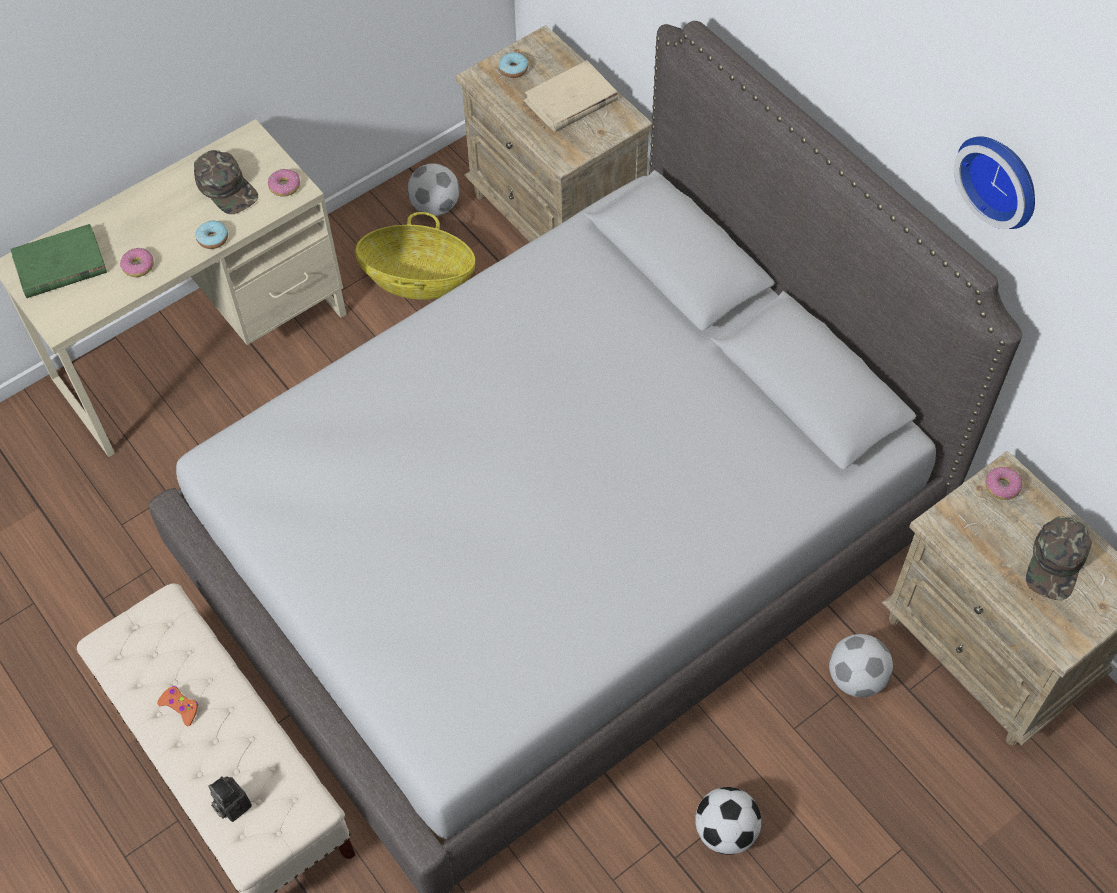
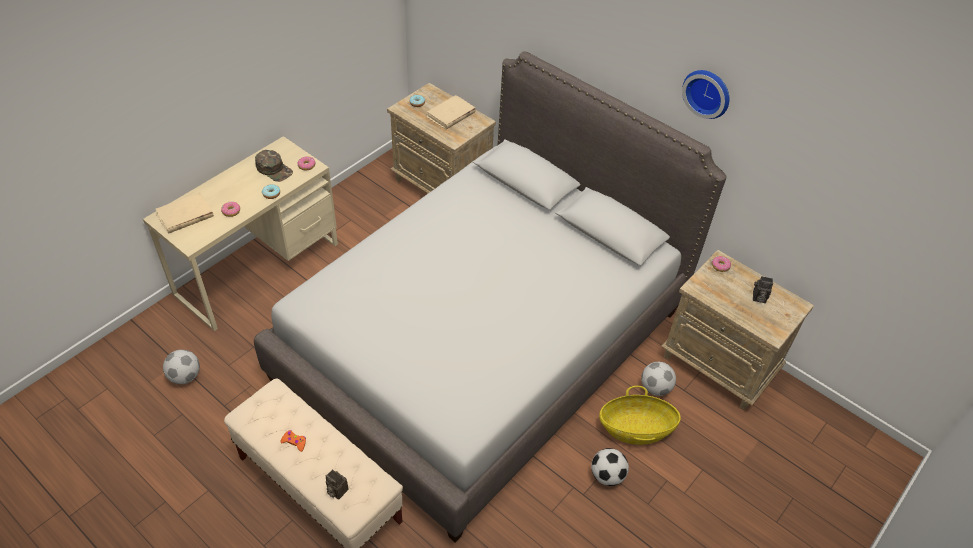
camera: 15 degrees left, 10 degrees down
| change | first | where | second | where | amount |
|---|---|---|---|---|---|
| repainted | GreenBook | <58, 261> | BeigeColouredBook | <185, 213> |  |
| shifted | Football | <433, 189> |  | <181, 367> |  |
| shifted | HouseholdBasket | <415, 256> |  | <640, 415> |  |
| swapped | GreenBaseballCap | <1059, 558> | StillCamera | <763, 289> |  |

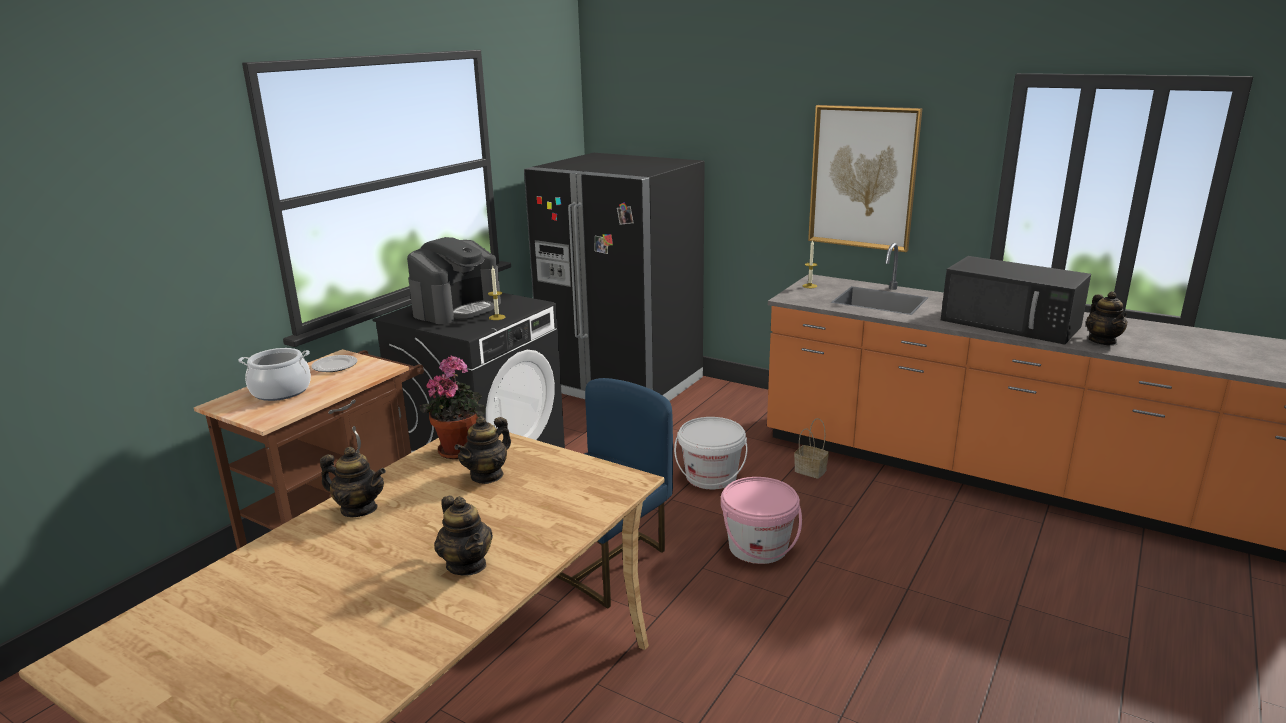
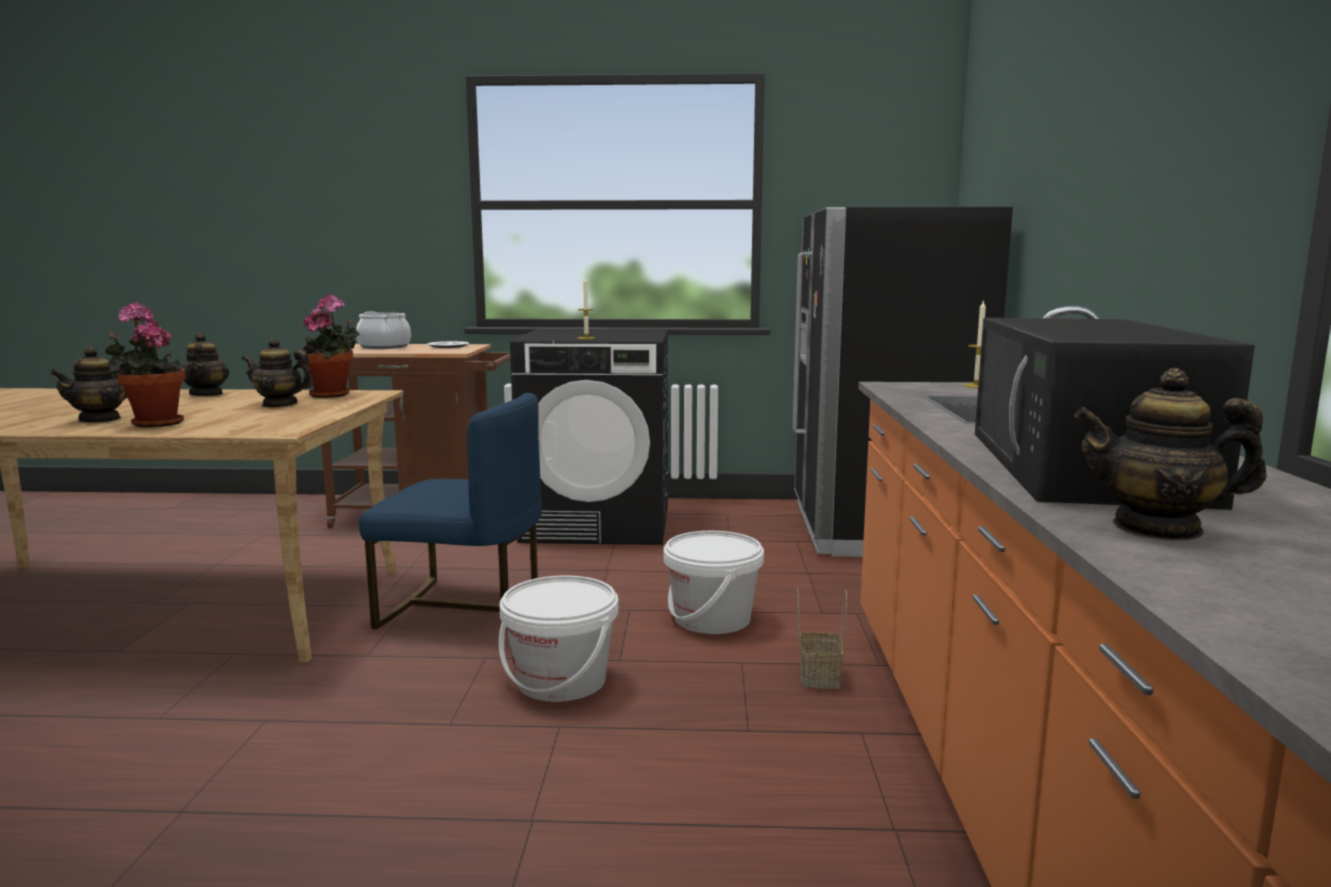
camera: 60 degrees right, 10 degrees down
| change | first | where | second | where | amount |
|---|---|---|---|---|---|
| new |  |  | PlantInAPot | <145, 364> |  |
| repainted | PinkishPail | <761, 520> | WhitishPail | <559, 639> |  |
| rotated | Teapot | <1107, 318> |  | <1170, 454> | 45 degrees clockwise |
| gone | CoffeeBrewer | <454, 280> |  |  |  |
| gone | WallArt | <865, 178> |  |  |  |

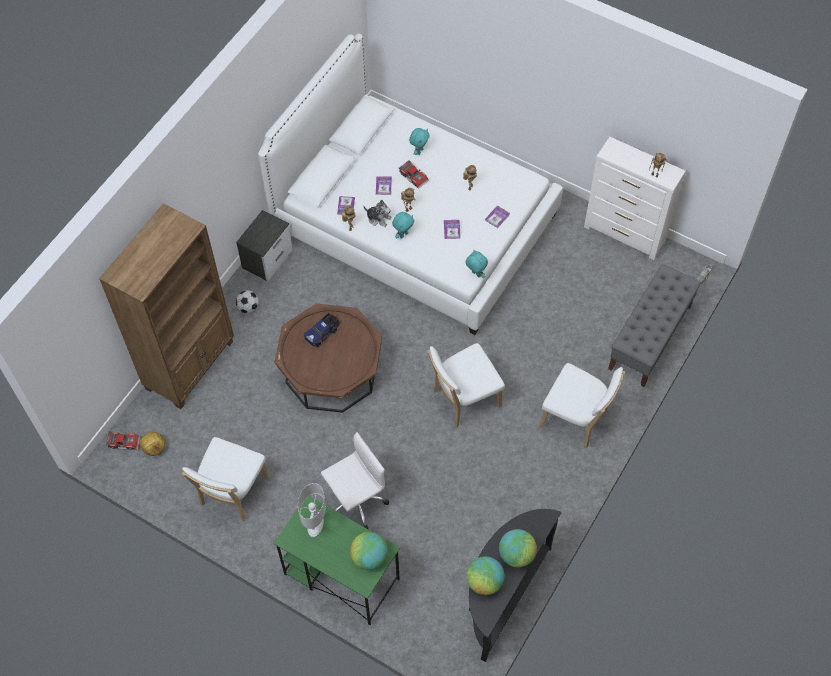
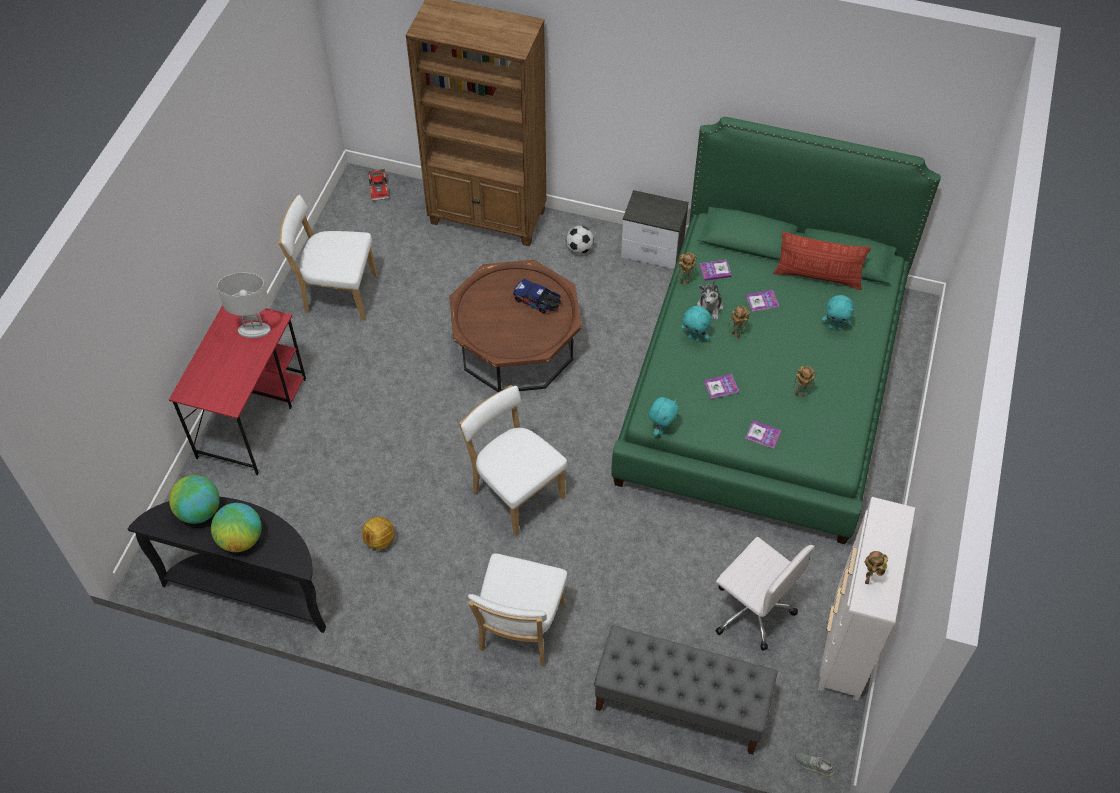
camera: 75 degrees right, 5 degrees down
| change | first | where | second | where | amount |
|---|---|---|---|---|---|
| repainted | GreenDeskTable | <336, 560> | RedColouredDeskTable | <237, 390> |  |
| shifted | Football | <153, 444> |  | <378, 533> |  |
| repainted | WhitishBed | <410, 184> | GreenBed | <776, 330> |  |
| shifted | WhitishOfficeChair | <355, 481> |  | <765, 594> |  |
| new |  |  | ThrowPillow | <822, 261> |  |
| gone | WorldGlobe | <369, 551> |  |  |  |
| gone | ModelCar | <414, 174> |  |  |  |

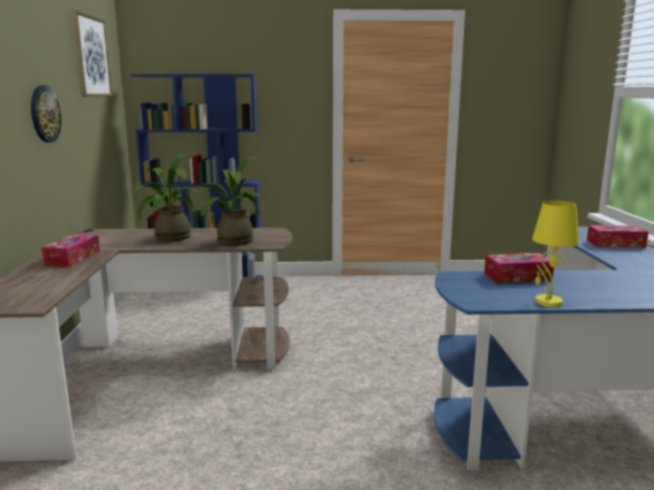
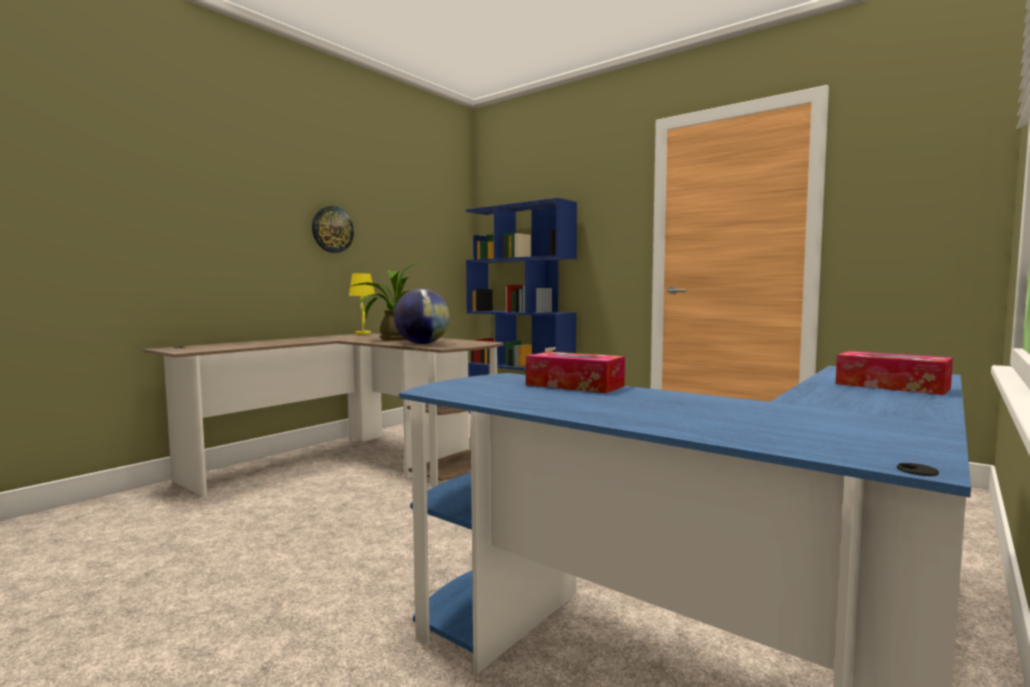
camera: 40 degrees right, 10 degrees down
| change | first | where | second | where | amount |
|---|---|---|---|---|---|
| shifted | YellowishLampForATable | <555, 253> |  | <362, 303> |  |
| swapped | PlantInAPot | <223, 201> | WorldGlobe | <422, 316> |  |
| gone | BoxOfTissues | <70, 250> |  |  |  |
| gone | WallArt | <92, 53> |  |  |  |

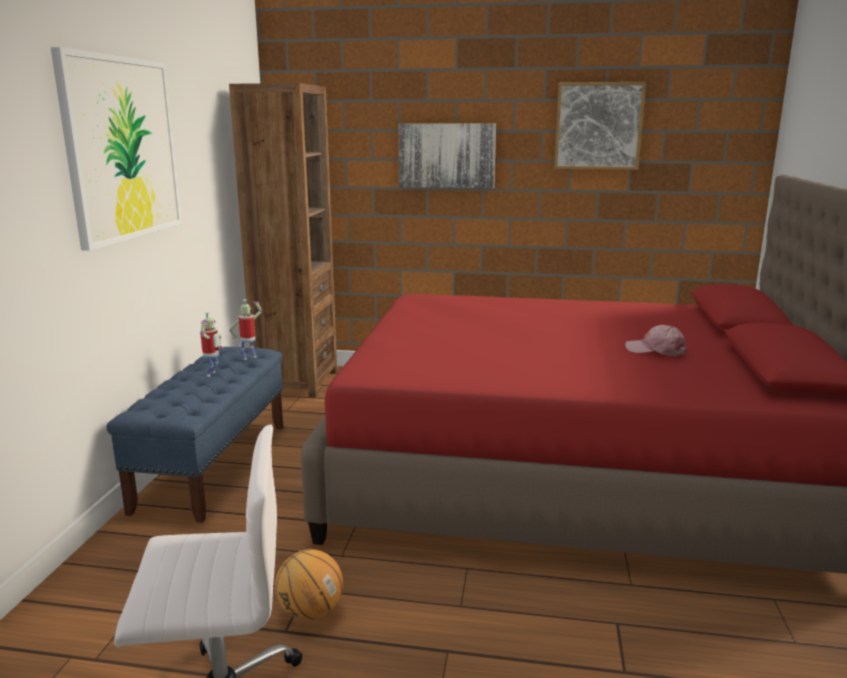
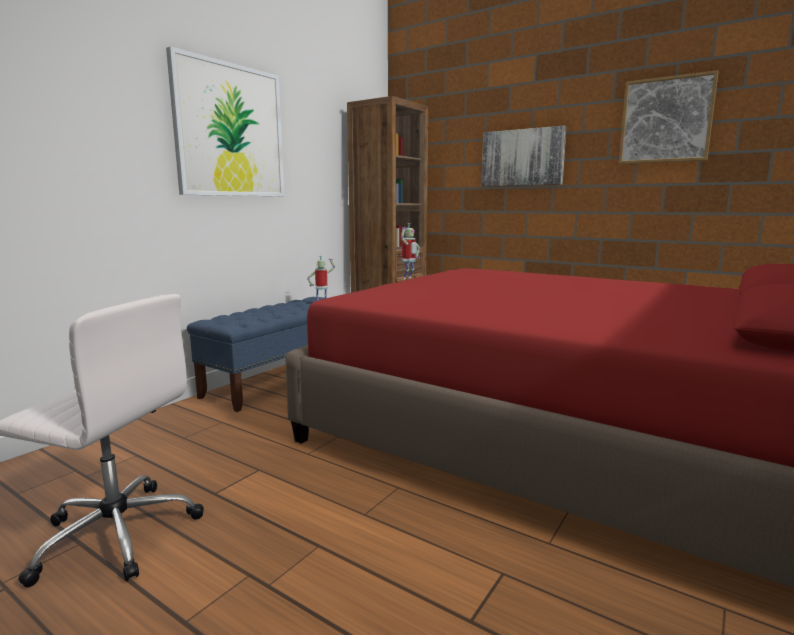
camera: 25 degrees right, 5 degrees down
| change | first | where | second | where | amount |
|---|---|---|---|---|---|
| shifted | RobotFigure | <212, 344> |  | <410, 251> |  |
| gone | BasketballBall | <309, 584> |  |  |  |
| gone | PinkishBaseballCap | <656, 340> |  |  |  |

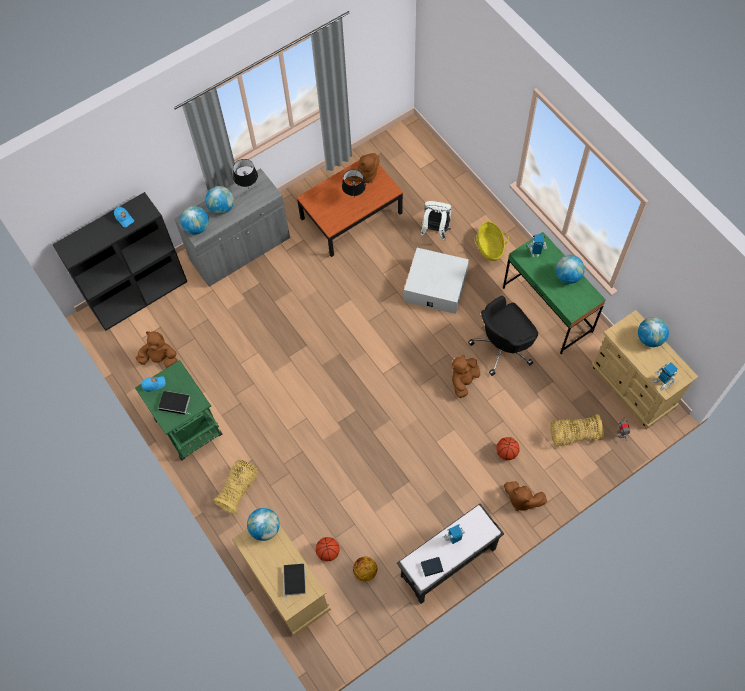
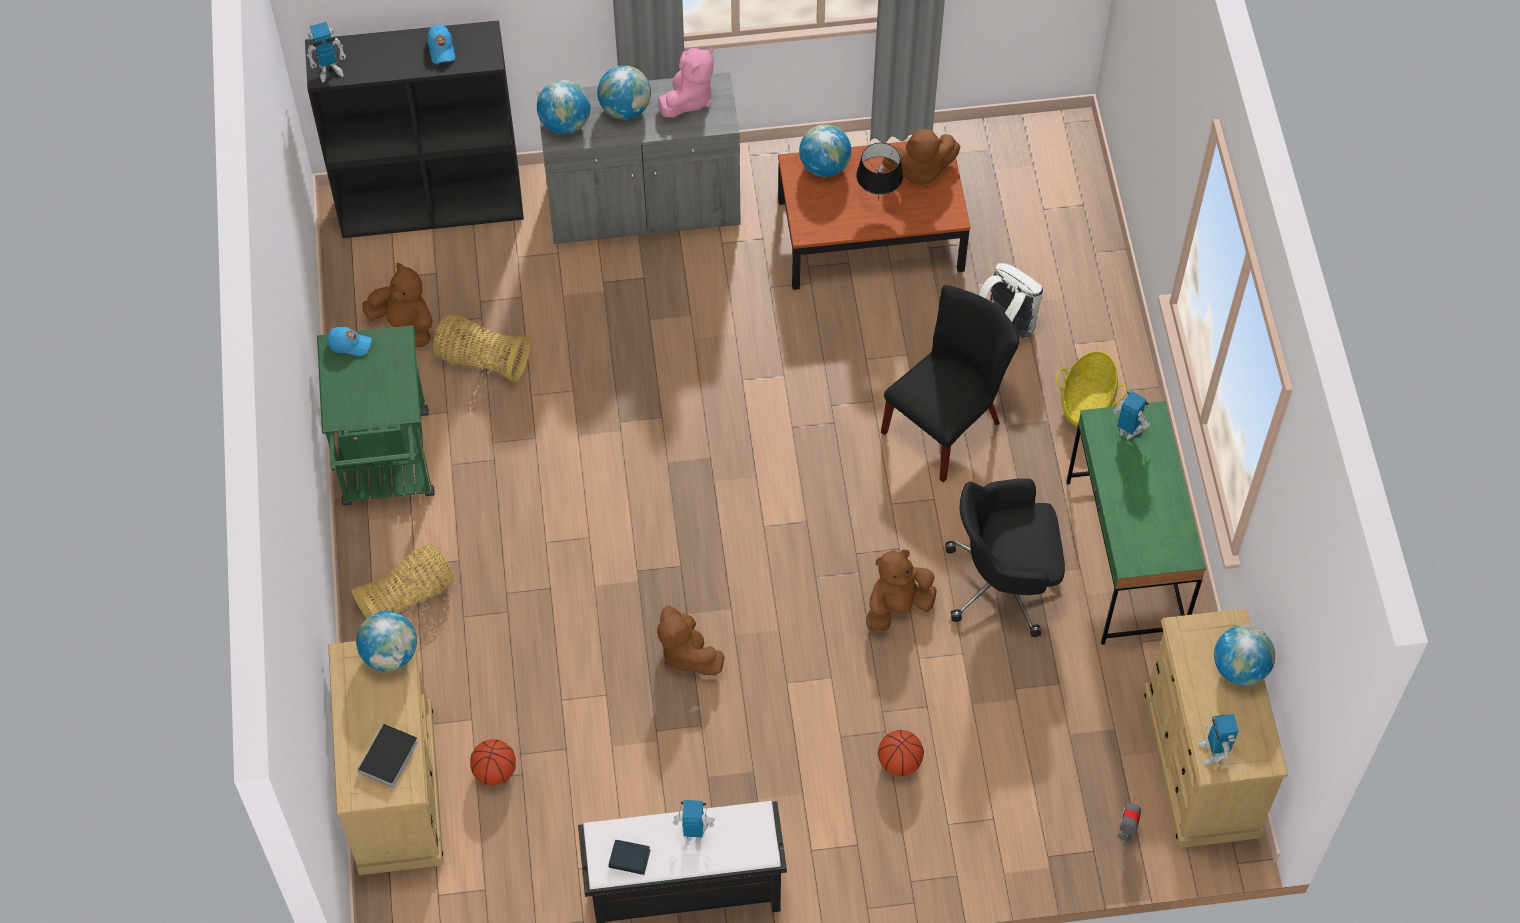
camera: 25 degrees right, 5 degrees down
| change | first | where | second | where | amount |
|---|---|---|---|---|---|
| new |  |  | RobotFigure | <326, 52> |  |
| shifted | HouseholdBasket | <577, 430> |  | <481, 349> |  |
| shifted | BrownPlushToy | <525, 496> |  | <691, 640> |  |
| swapped | BlackLampForATable | <245, 174> | PinkishPlushToy | <686, 82> |  |
| shifted | WorldGlobe | <570, 269> |  | <825, 150> |  |
| swapped | WhitishStorageBox | <436, 281> | BlackUprightChair | <950, 383> |  |
| gone | Book | <174, 403> |  |  |  |
| gone | BasketballBall | <365, 569> |  |  |  |

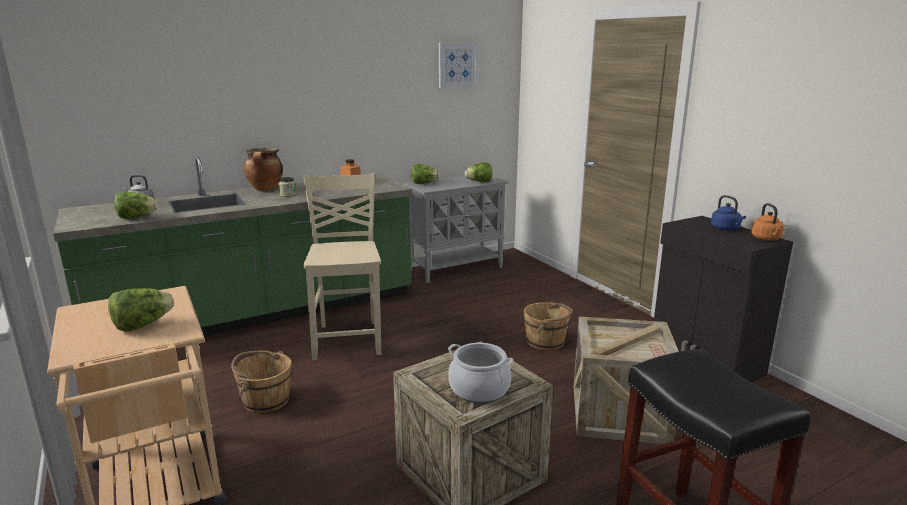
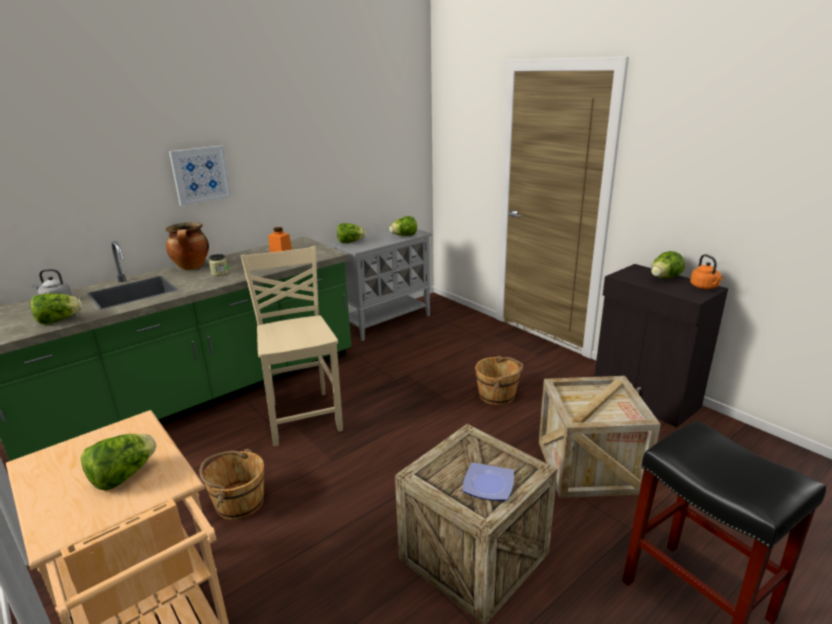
camera: 10 degrees left, 5 degrees up
| change | first | where | second | where | amount |
|---|---|---|---|---|---|
| shifted | WallArt | <458, 65> |  | <200, 175> |  |
| swapped | CookingPot | <481, 373> | DinnerPlate | <488, 481> |  |
| swapped | BlueColouredWaterKettle | <728, 212> | LettuceHead | <668, 265> |  |

